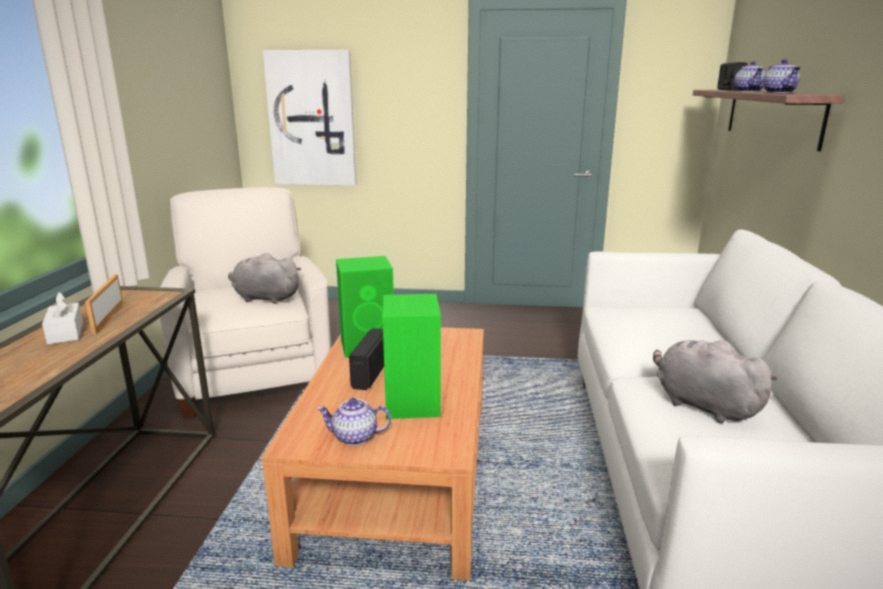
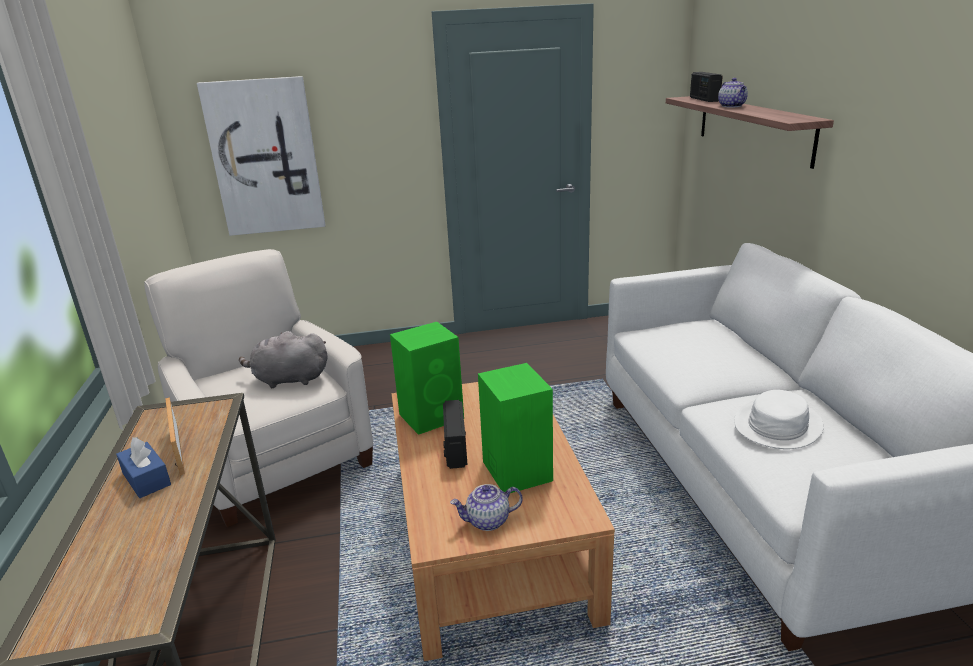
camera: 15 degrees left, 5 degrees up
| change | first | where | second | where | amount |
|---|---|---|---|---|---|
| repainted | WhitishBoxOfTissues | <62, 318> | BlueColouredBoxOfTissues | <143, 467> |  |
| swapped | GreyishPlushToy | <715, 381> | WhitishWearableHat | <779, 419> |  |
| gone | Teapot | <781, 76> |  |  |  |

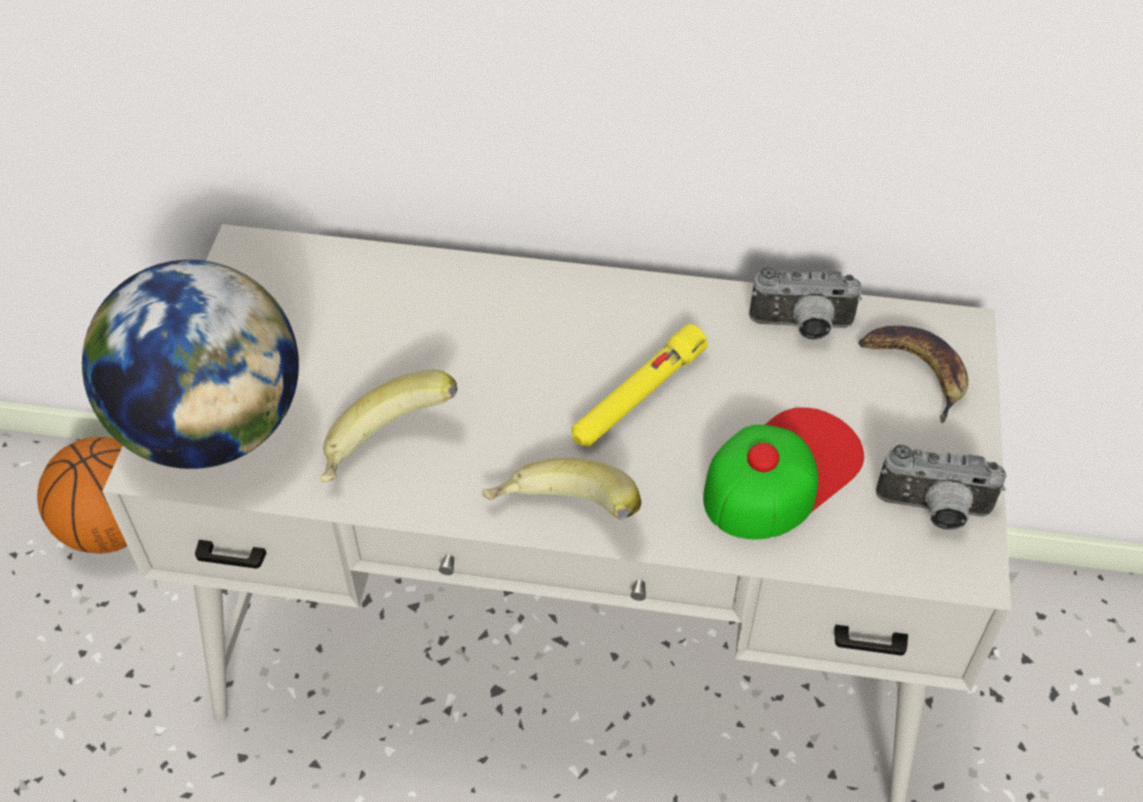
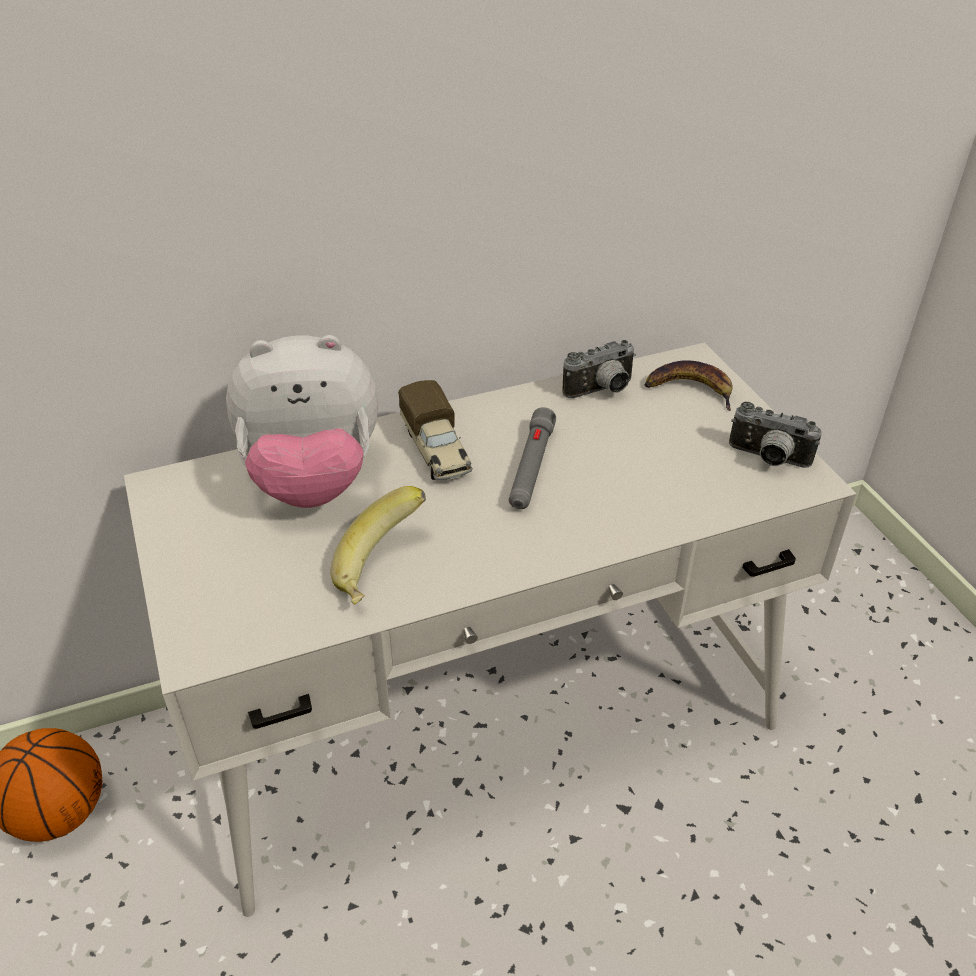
camera: 30 degrees left, 10 degrees down
| change | first | where | second | where | amount |
|---|---|---|---|---|---|
| new |  |  | PlushToy | <302, 421> |  |
| new |  |  | ToyLorry | <435, 430> |  |
| repainted | YellowishFlashlight | <640, 385> | GreyishFlashlight | <532, 458> |  |
| rotated | StillCamera | <941, 487> |  | <775, 435> | 45 degrees clockwise |
| gone | WorldGlobe | <190, 364> |  |  |  |
| gone | Banana | <561, 489> |  |  |  |
| gone | BaseballCap | <783, 473> |  |  |  |

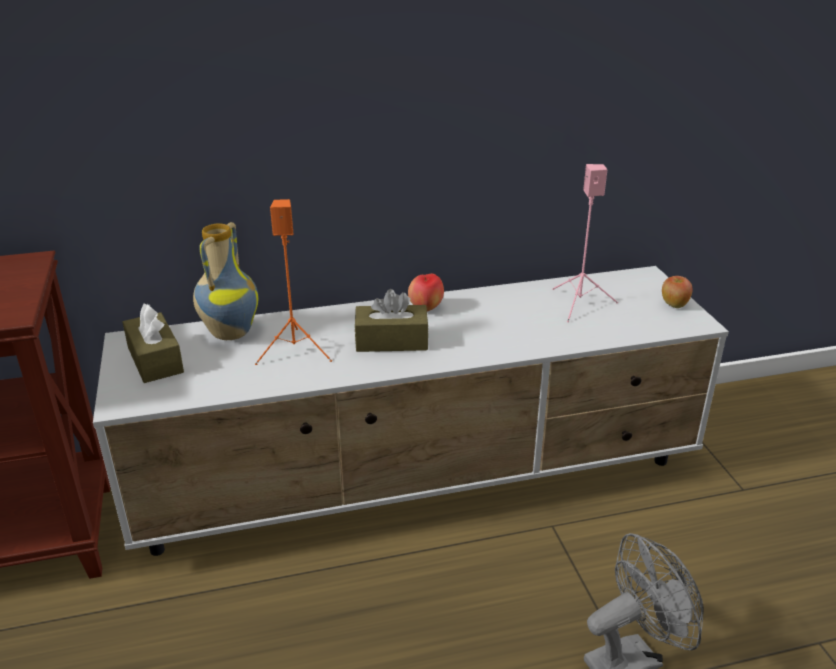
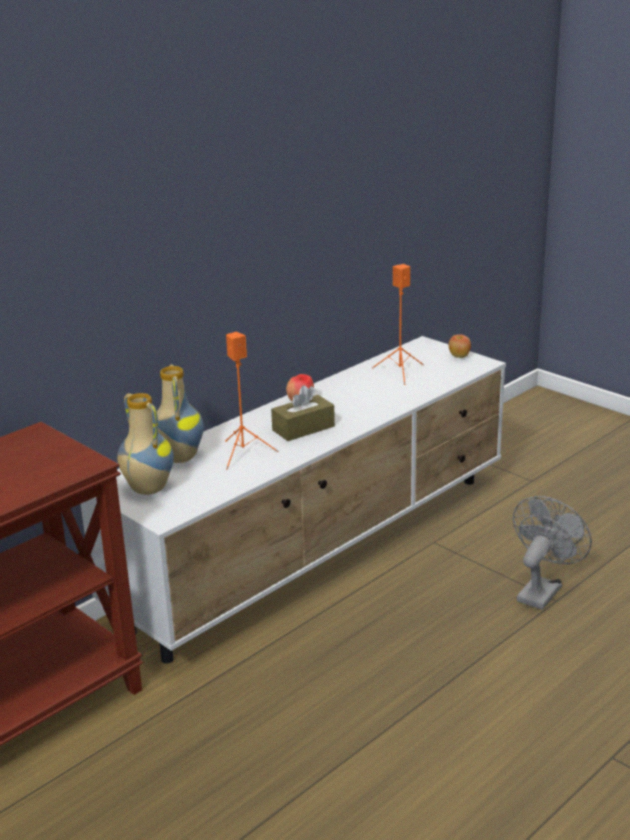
camera: 30 degrees left, 5 degrees down
| change | first | where | second | where | amount |
|---|---|---|---|---|---|
| swapped | BrownBoxOfTissues | <153, 343> | Vase | <145, 444> |  |
| repainted | PinkishSpeaker | <585, 243> | OrangeySpeaker | <398, 324> |  |

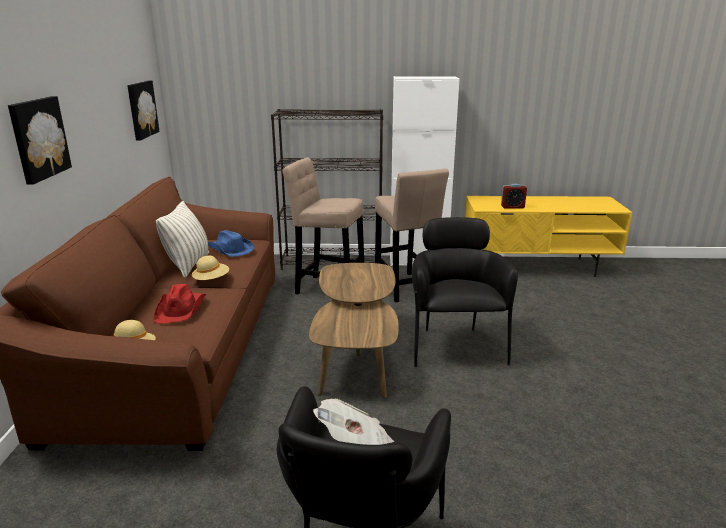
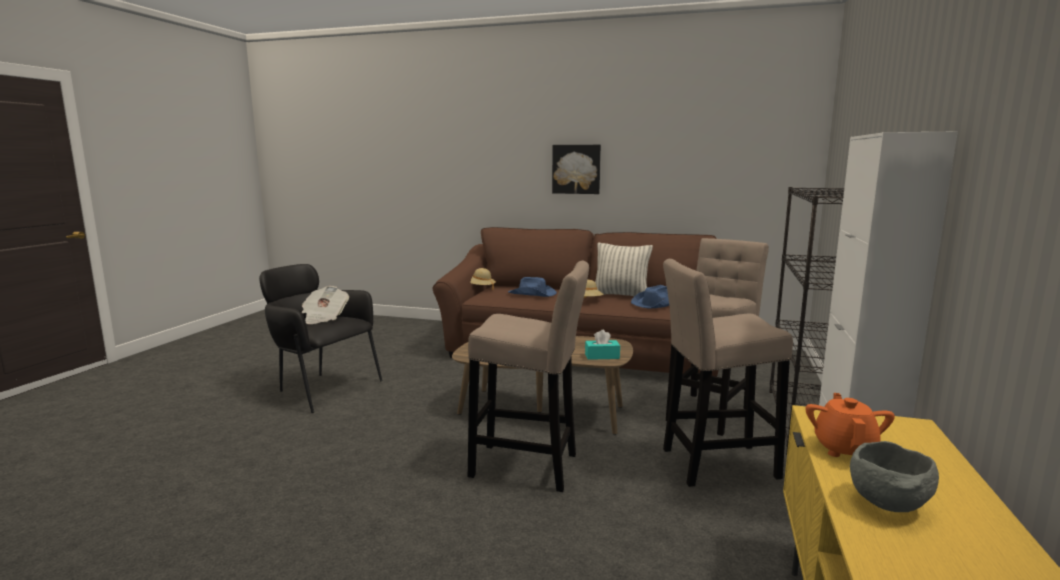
camera: 105 degrees right, 10 degrees down
| change | first | where | second | where | amount |
|---|---|---|---|---|---|
| swapped | BlackLoungeChair | <465, 292> | BeigeColouredSittingStool | <528, 376> |  |
| repainted | RedColouredWearableHat | <179, 304> | BlueColouredWearableHat | <532, 287> |  |
| new |  |  | BlueGreenBoxOfTissues | <602, 345> |  |
| swapped | AlarmClock | <514, 196> | OrangeyTeapot | <850, 425> |  |
| new |  |  | GreyishBowl | <894, 476> |  |
| gone | WallArt | <143, 111> |  |  |  |

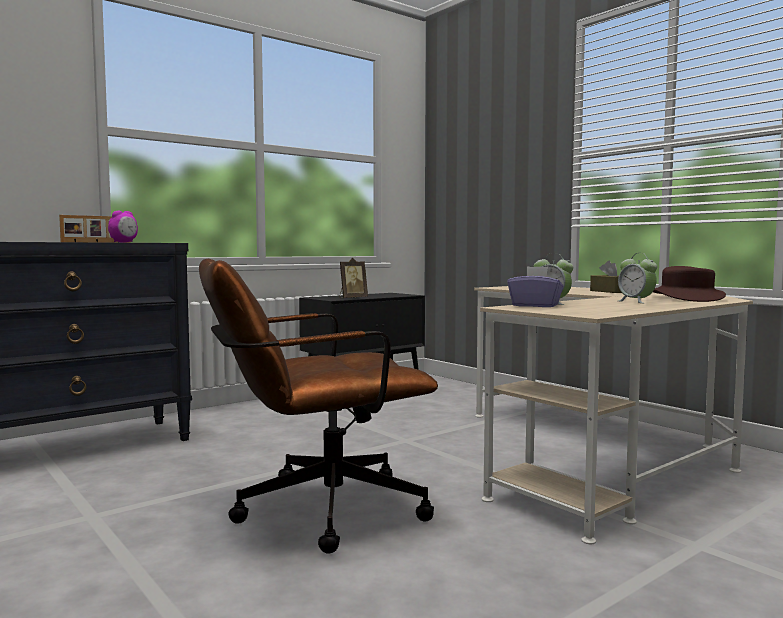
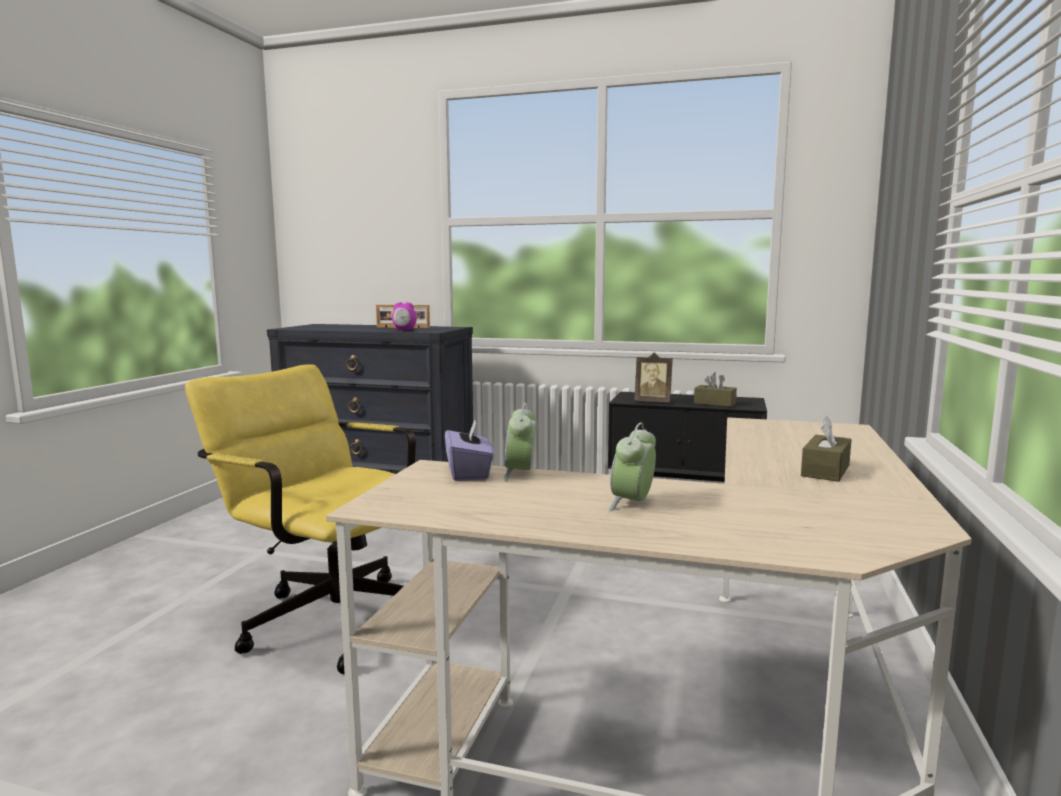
camera: 55 degrees right, 5 degrees up
| change | first | where | second | where | amount |
|---|---|---|---|---|---|
| repainted | BrownOfficeChair | <318, 406> | YellowishOfficeChair | <300, 519> |  |
| new |  |  | BrownBoxOfTissues | <715, 389> |  |
| gone | BrownWearableHat | <689, 284> |  |  |  |

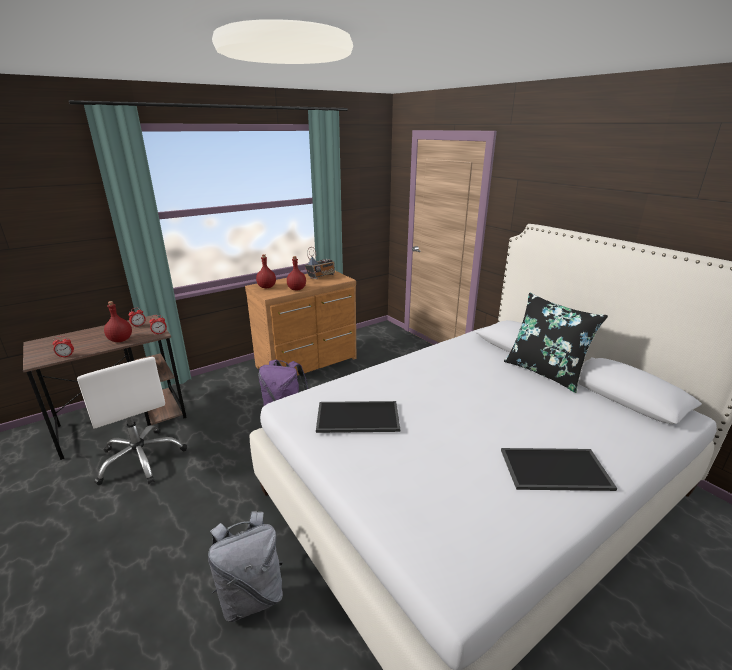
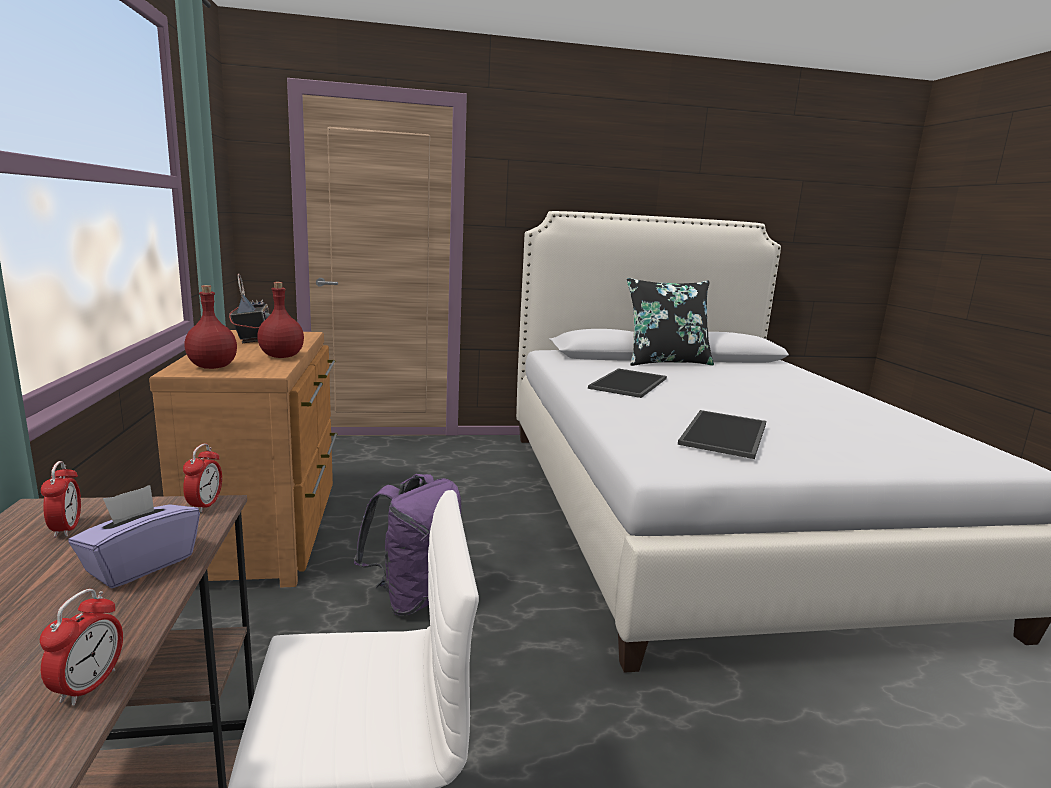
camera: 65 degrees left, 10 degrees down
| change | first | where | second | where | amount |
|---|---|---|---|---|---|
| swapped | RedColouredBottle | <118, 321> | PurplishBoxOfTissues | <134, 537> |  |
| shifted | ServingTray | <559, 469> |  | <627, 383> |  |
| gone | GreyishRucksack | <245, 566> |  |  |  |

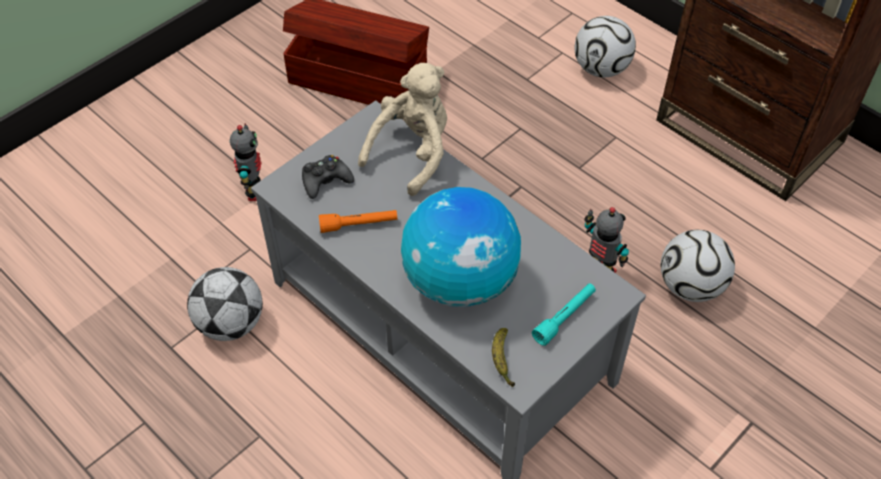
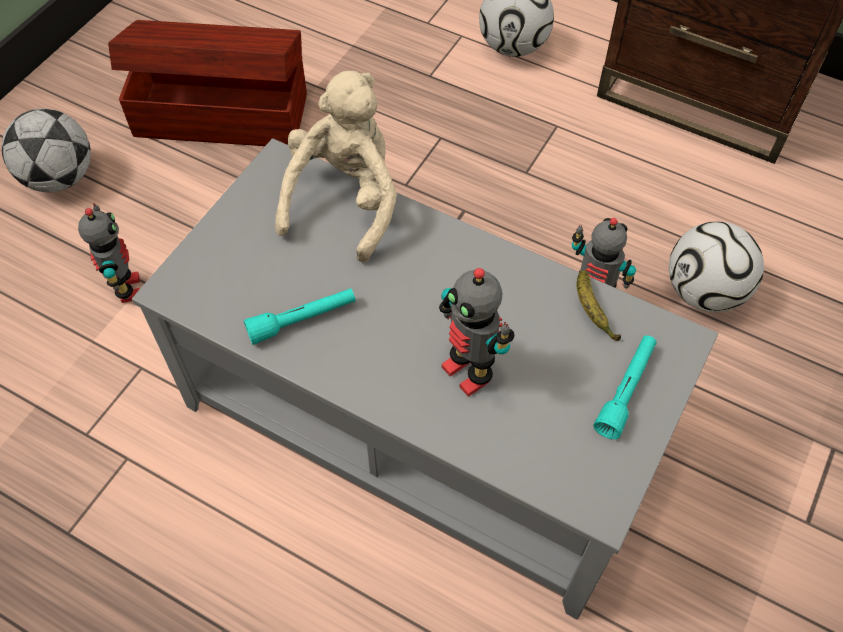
camera: 15 degrees left, 5 degrees up
| change | first | where | second | where | amount |
|---|---|---|---|---|---|
| shifted | Football | <225, 304> |  | <46, 150> |  |
| repainted | OrangeyFlashlight | <358, 221> | BlueGreenFlashlight | <300, 316> |  |
| swapped | WorldGlobe | <461, 247> | RobotFigure | <476, 332> |  |
| shifted | Banana | <503, 357> |  | <598, 306> |  |
| gone | BlackGamepad | <328, 177> |  |  |  |

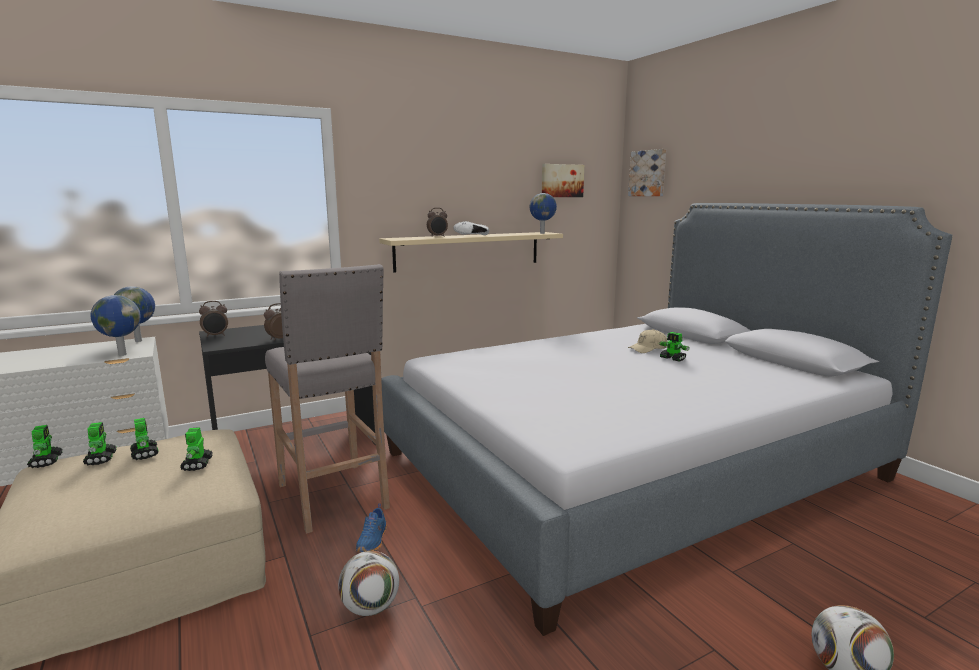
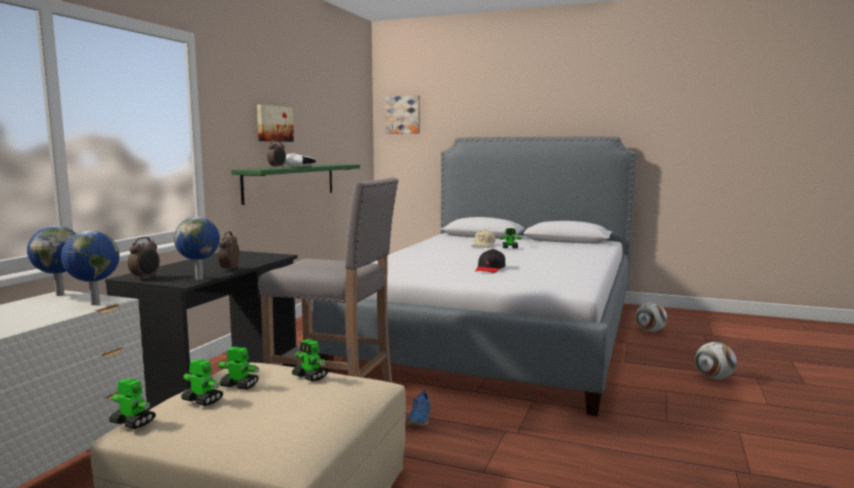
camera: 40 degrees left, 5 degrees down
| change | first | where | second | where | amount |
|---|---|---|---|---|---|
| shifted | WorldGlobe | <543, 213> |  | <197, 248> |  |
| repainted | BeigeColouredShelf | <471, 252> | GreenShelf | <295, 184> |  |
| shifted | WallArt | <563, 180> |  | <275, 123> |  |
| rotated | BlueColouredShoe | <371, 528> |  | <419, 407> | 45 degrees clockwise |
| new |  |  | BlackBaseballCap | <490, 261> |  |
| shifted | Football | <368, 583> |  | <651, 317> |  |

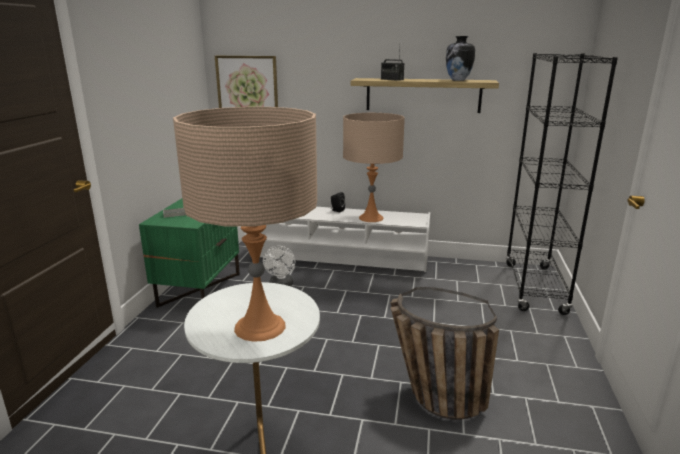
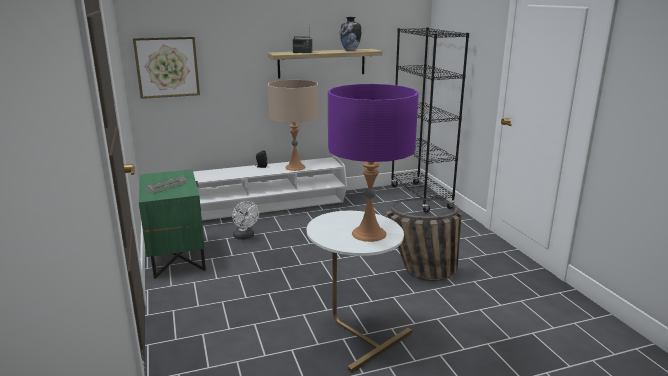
camera: 30 degrees left, 0 degrees up
| change | first | where | second | where | amount |
|---|---|---|---|---|---|
| repainted | BeigeColouredLampForATable | <245, 224> | PurplishLampForATable | <373, 163> |  |

